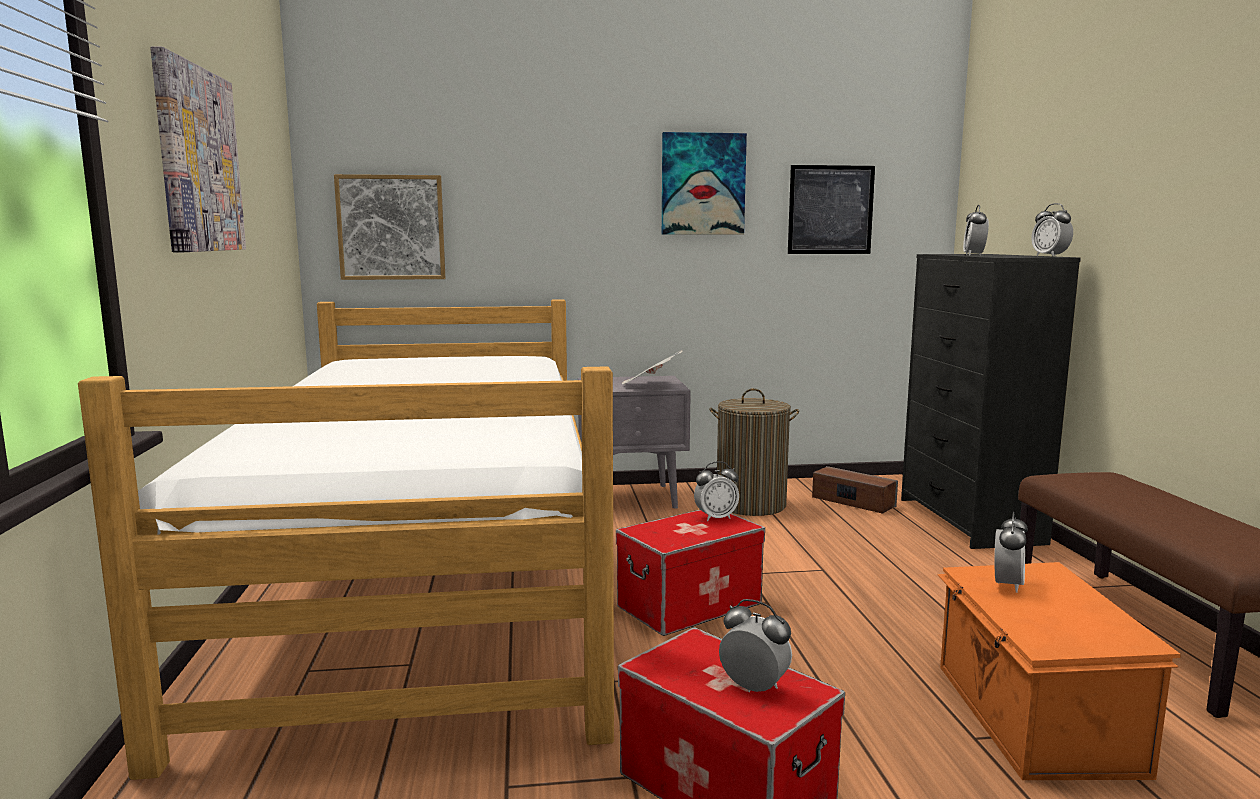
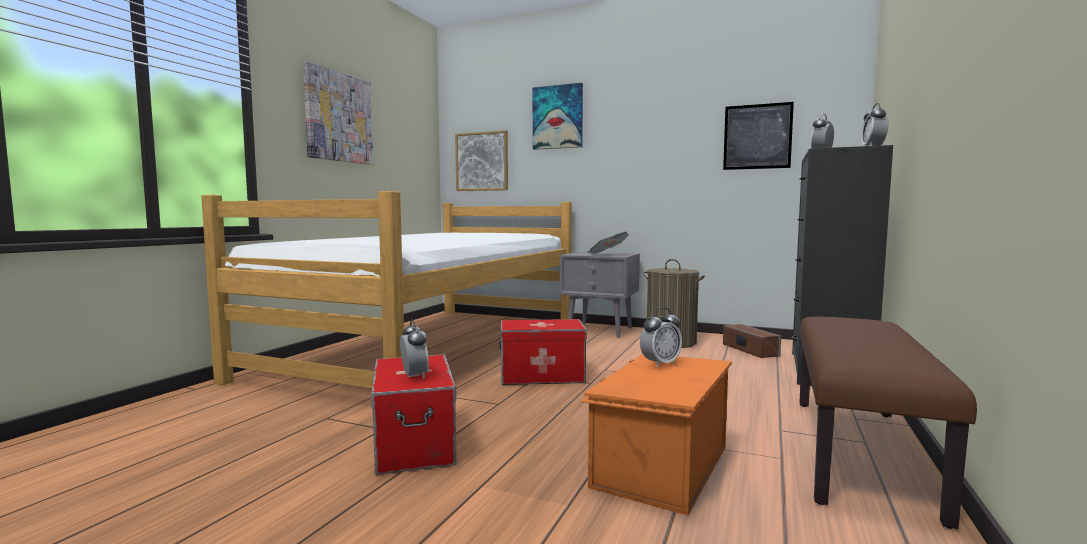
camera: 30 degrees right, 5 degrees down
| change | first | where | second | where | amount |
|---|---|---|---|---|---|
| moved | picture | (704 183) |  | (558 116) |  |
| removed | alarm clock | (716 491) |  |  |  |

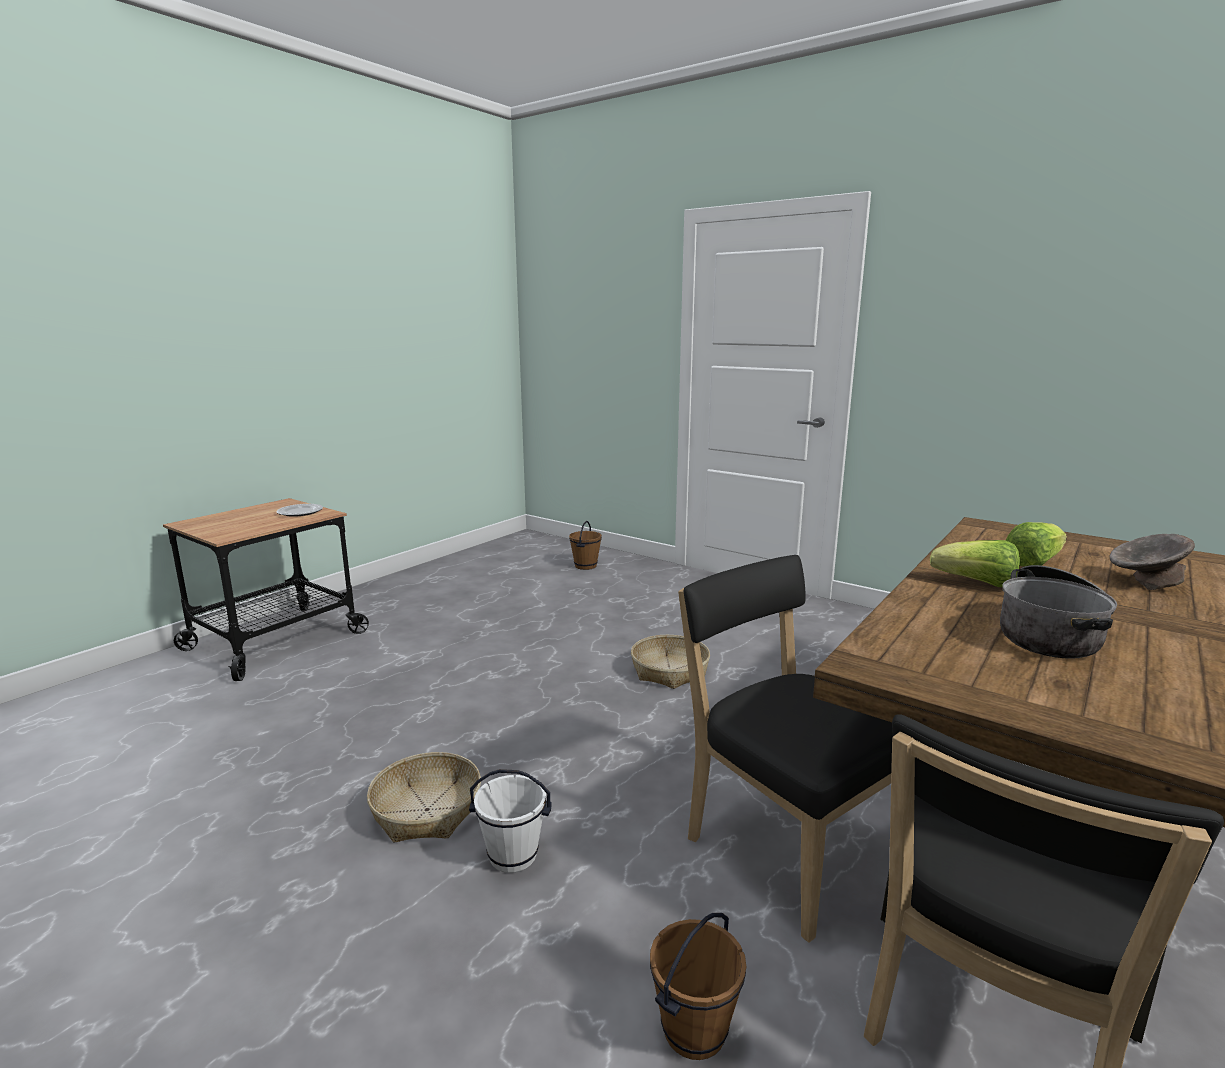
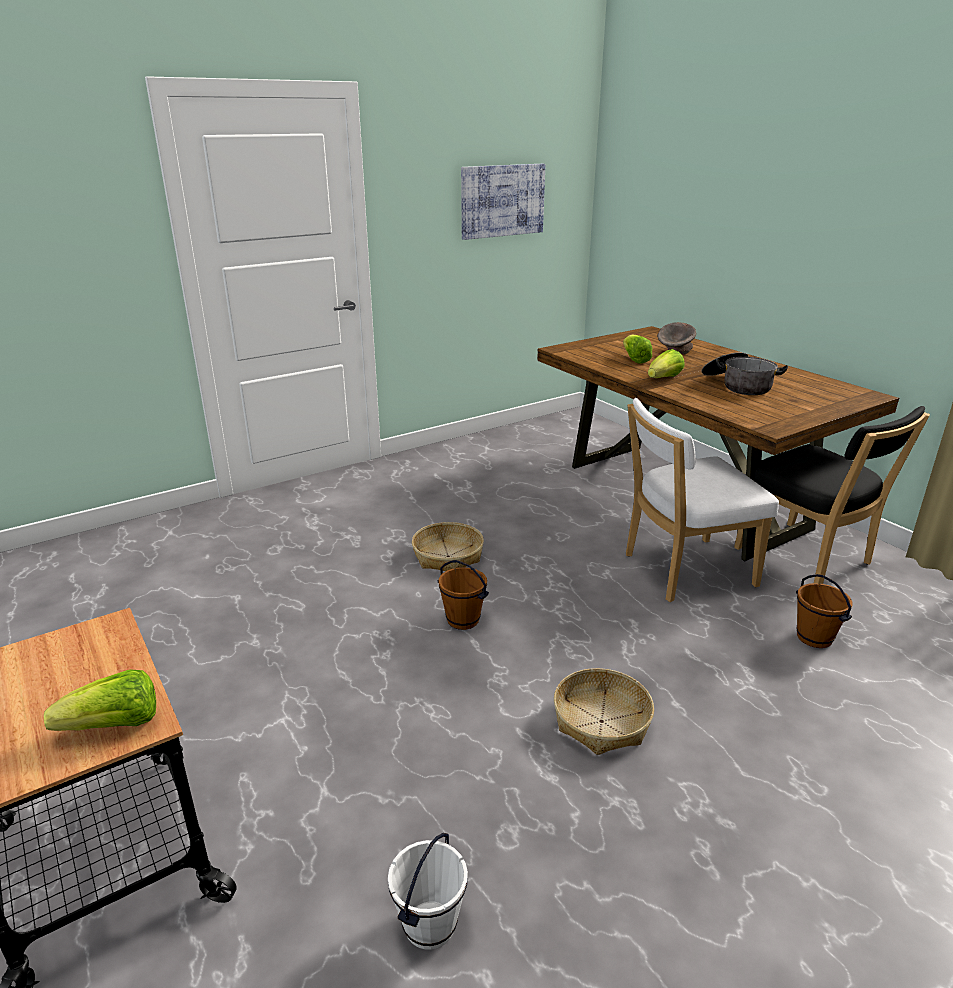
camera: 70 degrees left, 10 degrees up
| change | first | where | second | where | amount |
|---|---|---|---|---|---|
| removed | plate | (300 510) |  |  |  |
| moved | bucket in white | (510 821) |  | (428 891) |  |
| moved | bucket in brown | (585 545) |  | (463 595) |  |
| recoloured | chair in black | (785 749) | chair in white | (702 500) |  |
| added |  |  | lettuce | (100 700) |  |
| added |  |  | picture | (503 202) |  |

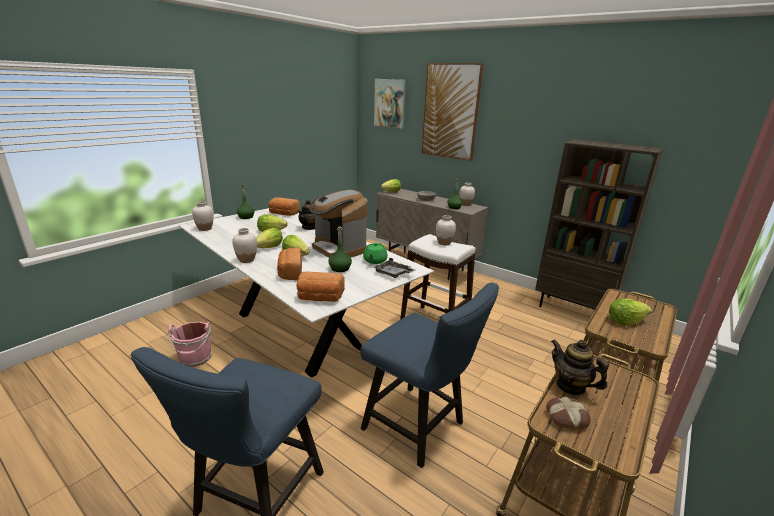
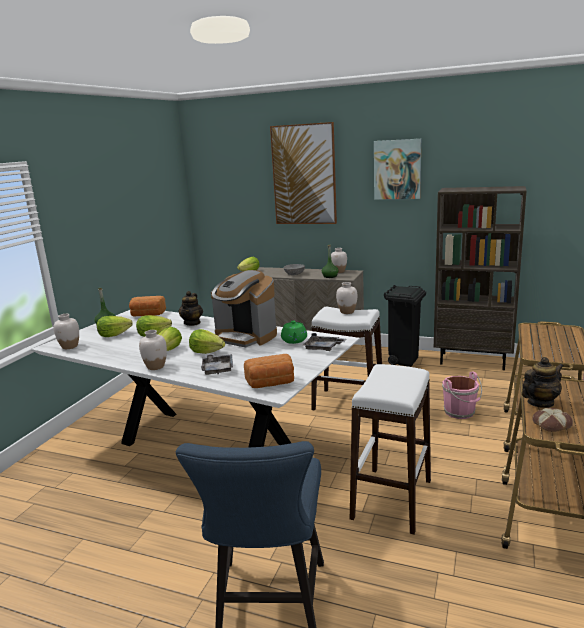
camera: 15 degrees left, 5 degrees down
| change | first | where | second | where | amount |
|---|---|---|---|---|---|
| moved | bucket in pink | (190 344) |  | (462 395) |  |
| replaced | bread | (289 263) | tray in grey | (217 364) |  |
| removed | bottle in green | (340 249) |  |  |  |
| replaced | chair in blue | (429 375) | stool in white | (390 449) |  |
| moved | picture | (390 104) |  | (397 169) |  |
| turned | teapot | (580 367) |  | (543 382) | 120 degrees clockwise |
| moved | lettuce | (630 311) |  | (115 326) |  |
| added |  |  | trash can in black | (405 326) |  |

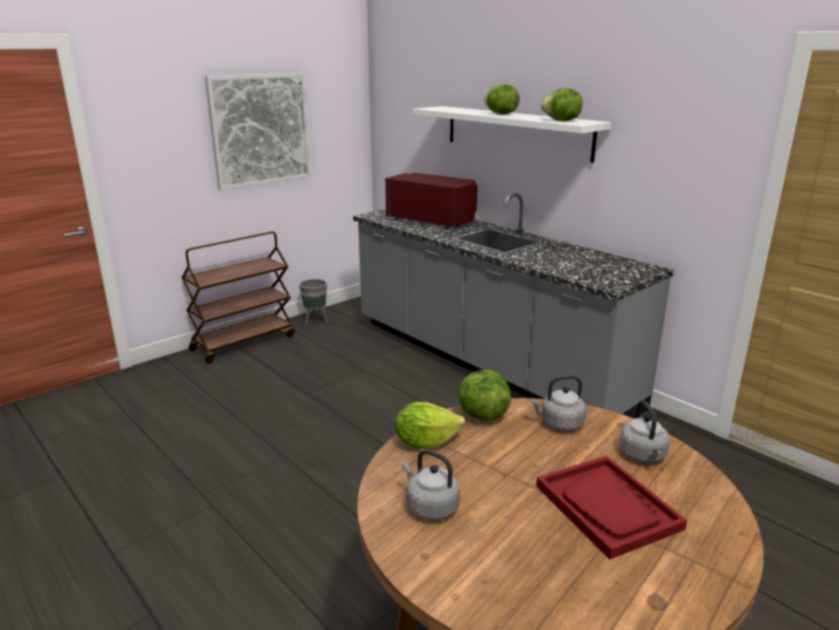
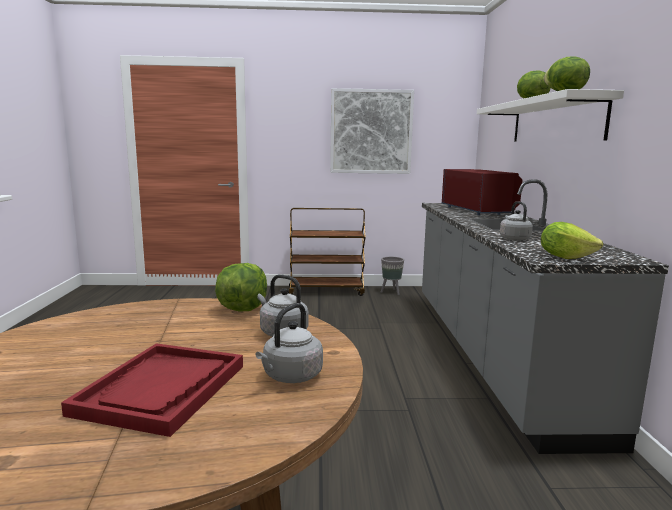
camera: 40 degrees right, 10 degrees down
| change | first | where | second | where | amount |
|---|---|---|---|---|---|
| moved | lettuce | (430 425) |  | (572 240) |  |
| moved | kettle in grey | (431 485) |  | (516 221) |  |

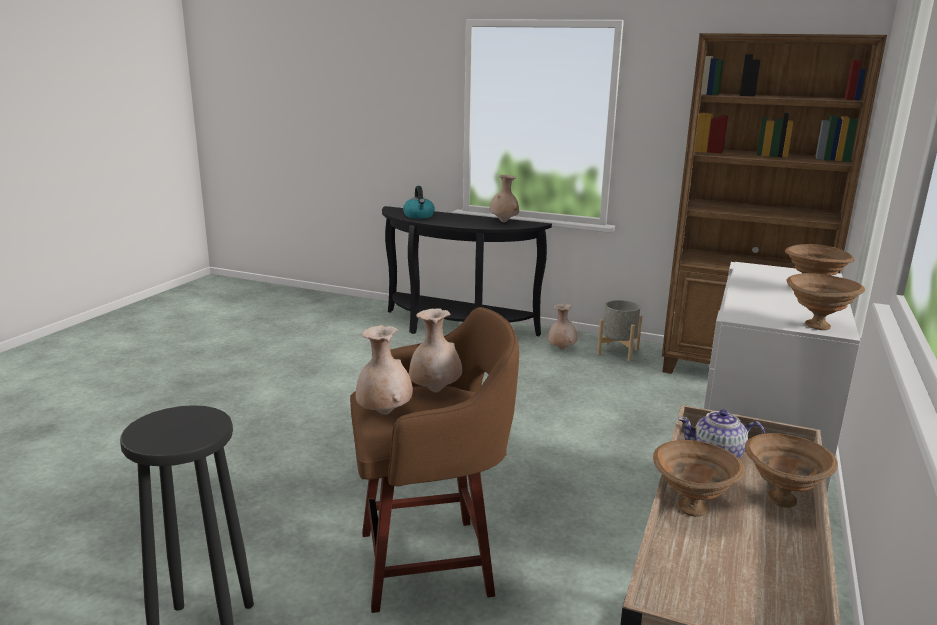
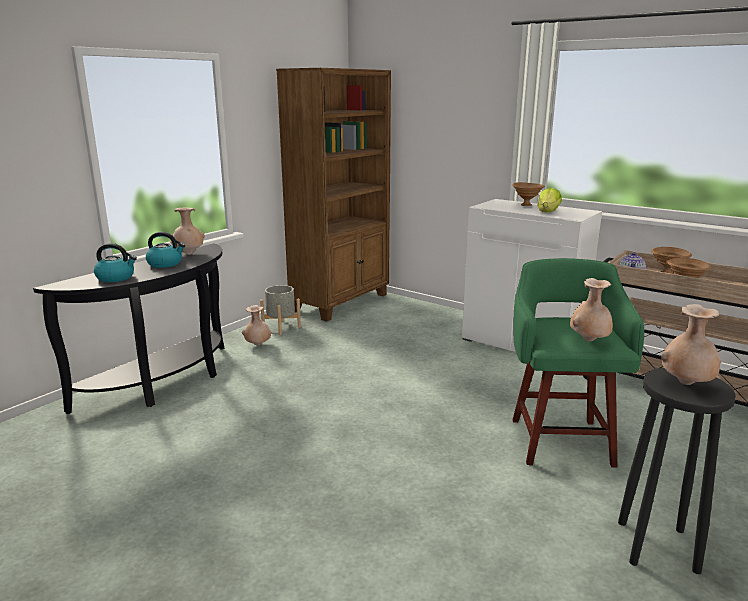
camera: 75 degrees left, 0 degrees up
| change | first | where | second | where | amount |
|---|---|---|---|---|---|
| recoloured | stool in brown | (434 460) | stool in green | (578 363) |  |
| moved | vase in beige | (435 350) |  | (691 344) |  |
| removed | bowl in brown | (825 301) |  |  |  |
| added |  |  | kettle | (165 250) |  |
| added |  |  | lettuce | (549 200) |  |

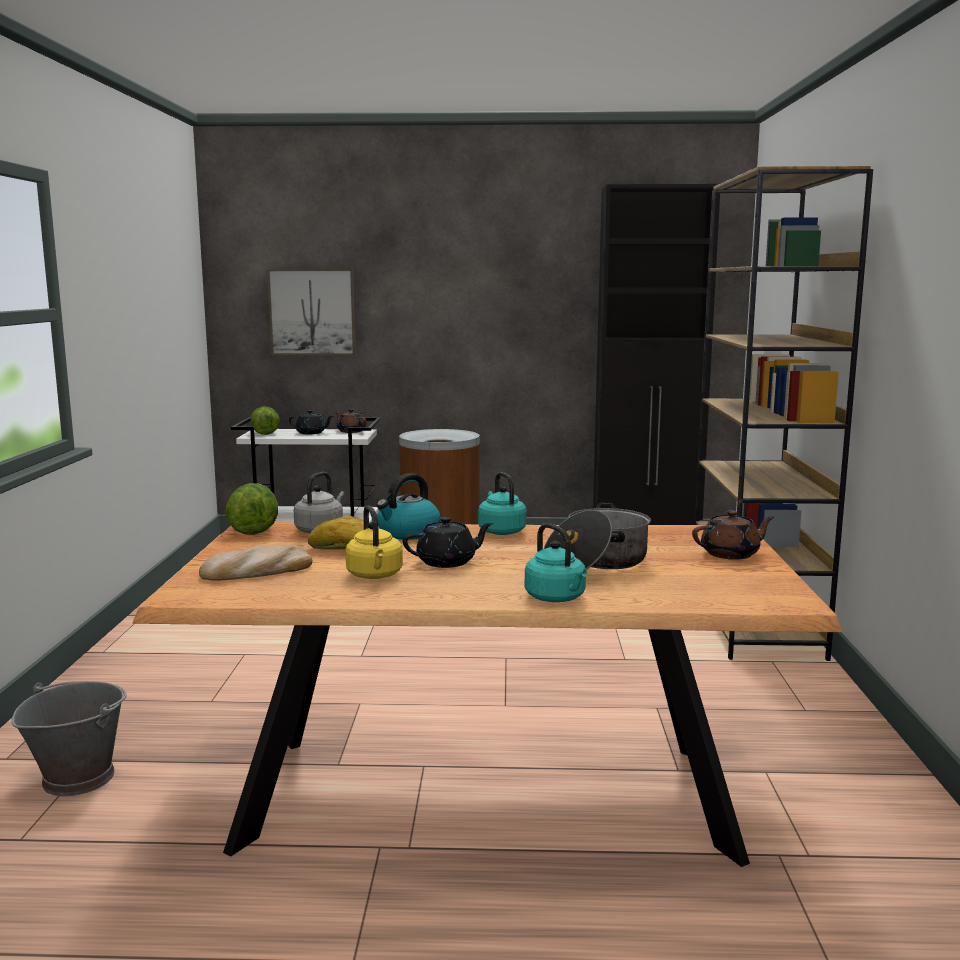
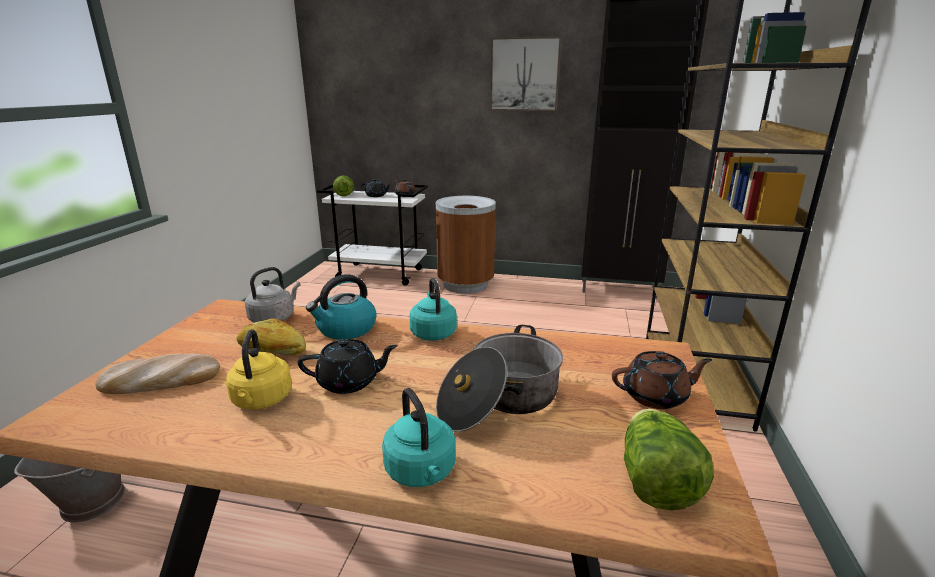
camera: 10 degrees right, 10 degrees up
| change | first | where | second | where | amount |
|---|---|---|---|---|---|
| moved | lettuce | (252 509) |  | (669 459) |  |
| moved | picture | (311 312) |  | (525 73) |  |

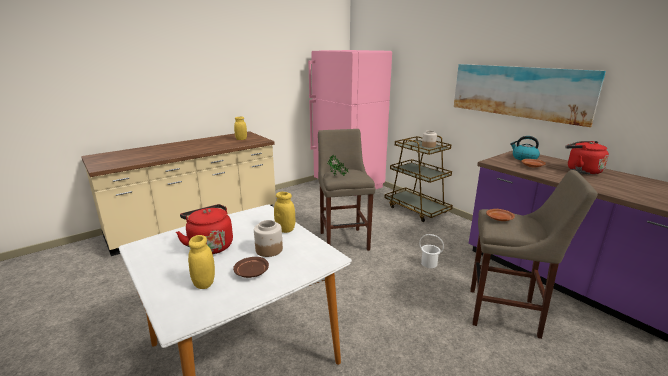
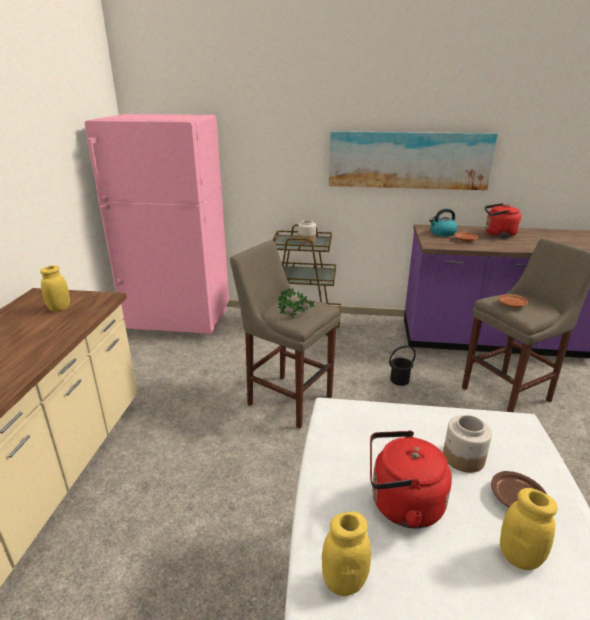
camera: 45 degrees left, 5 degrees up
| change | first | where | second | where | amount |
|---|---|---|---|---|---|
| moved | jar in yellow | (284 212) |  | (346 554) |  |
| recoloured | bucket in white | (431 251) | bucket in black | (402 366) |  |

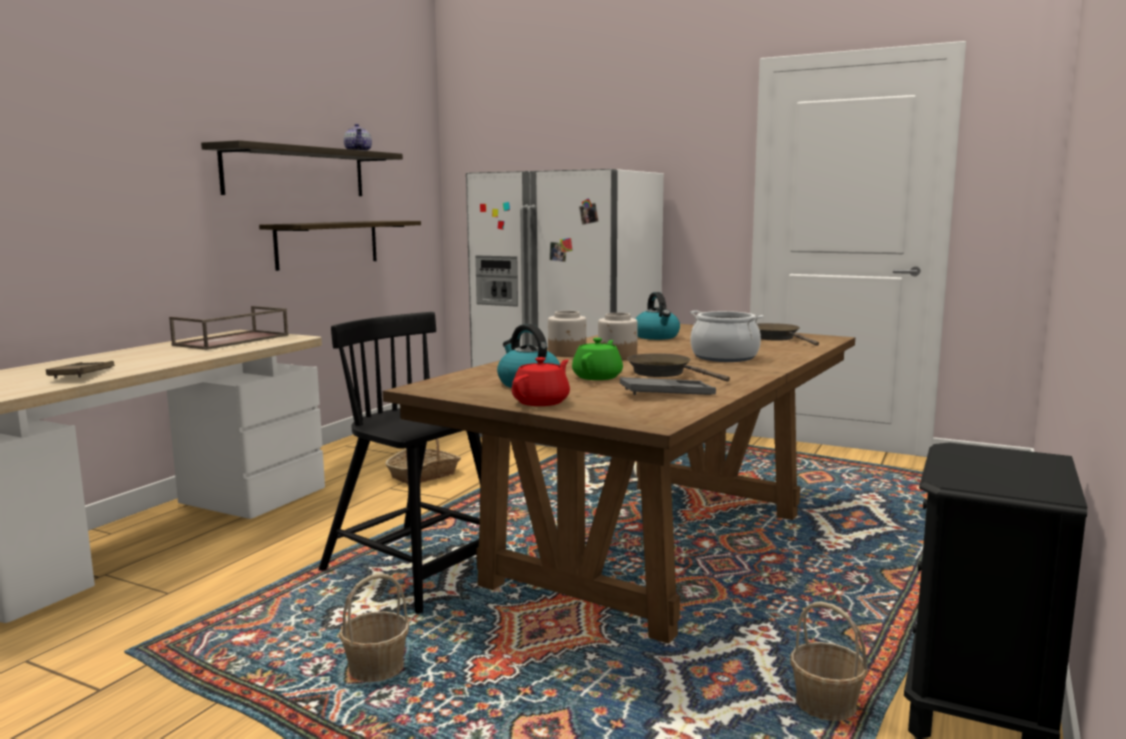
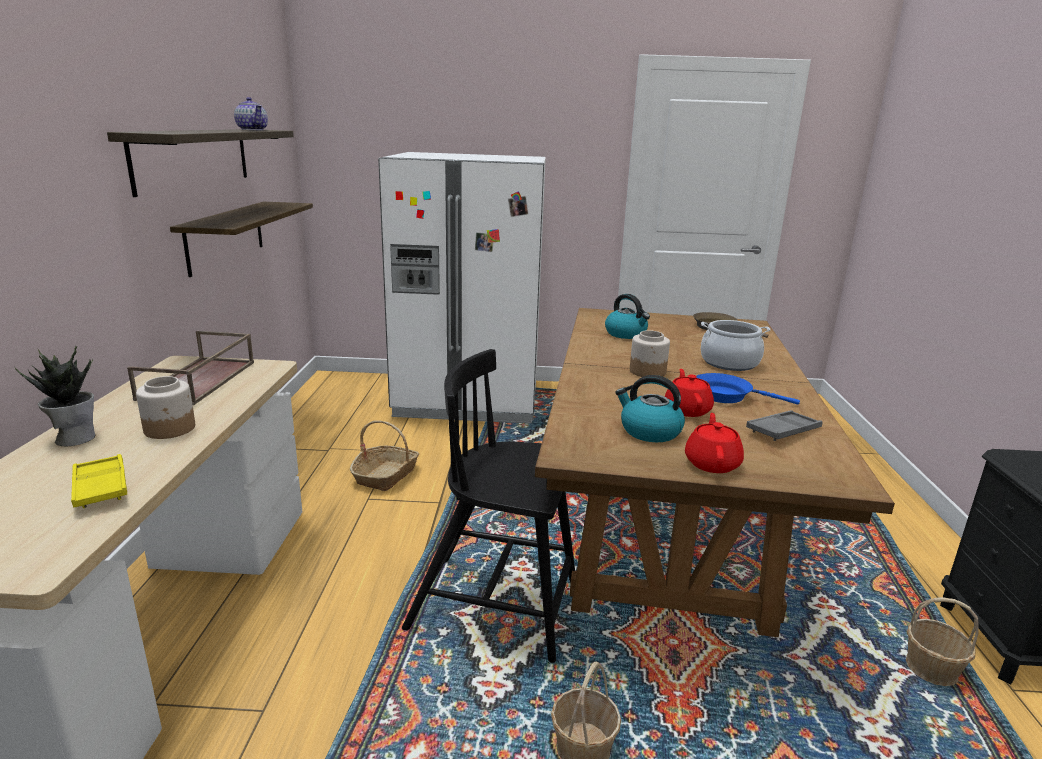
camera: 25 degrees left, 10 degrees up
| change | first | where | second | where | amount |
|---|---|---|---|---|---|
| recoloured | tray in brown | (80 370) | tray in yellow | (99 481) |  |
| moved | jar | (567 334) |  | (165 407) |  |
| recoloured | teapot in green | (597 359) | teapot in red | (689 393) |  |
| recoloured | frying pan in brown | (678 367) | frying pan in blue | (748 389) |  |
| added |  |  | potted plant | (55 396) |  |

